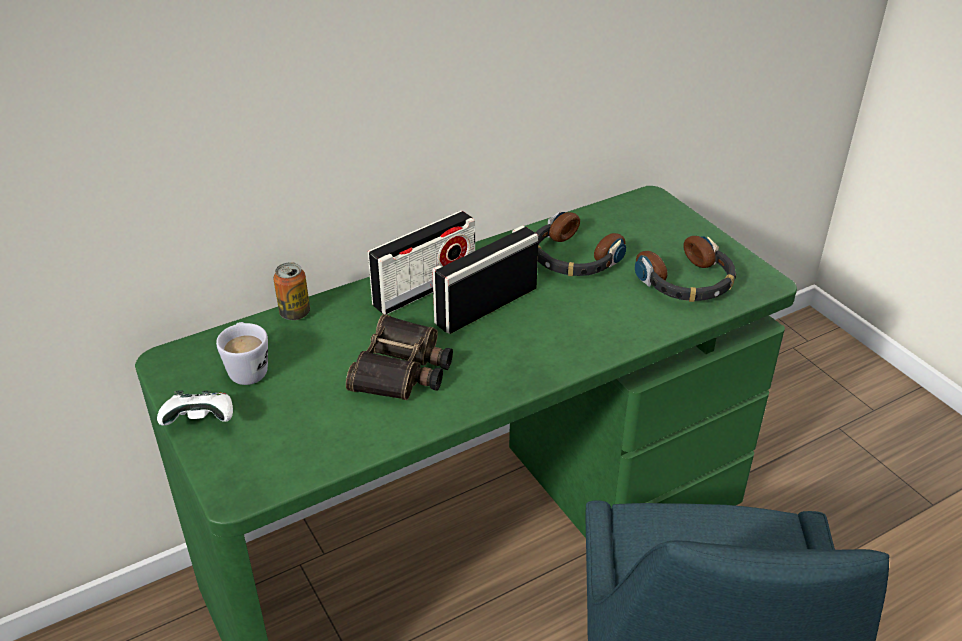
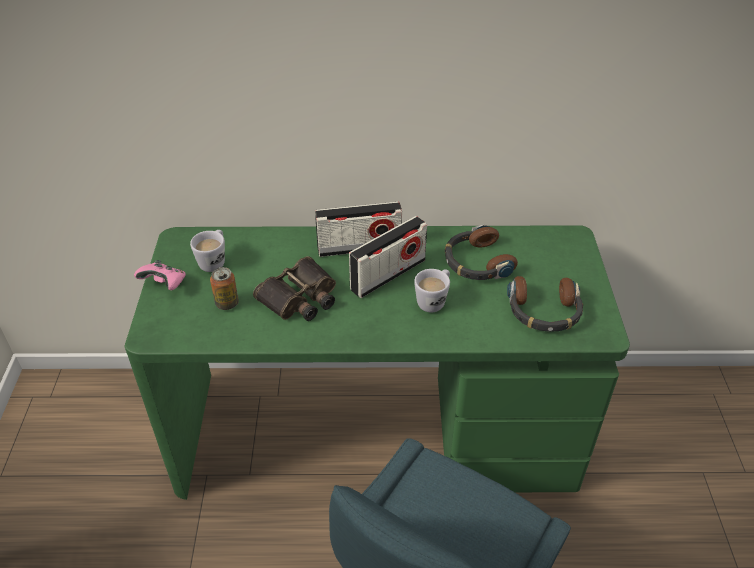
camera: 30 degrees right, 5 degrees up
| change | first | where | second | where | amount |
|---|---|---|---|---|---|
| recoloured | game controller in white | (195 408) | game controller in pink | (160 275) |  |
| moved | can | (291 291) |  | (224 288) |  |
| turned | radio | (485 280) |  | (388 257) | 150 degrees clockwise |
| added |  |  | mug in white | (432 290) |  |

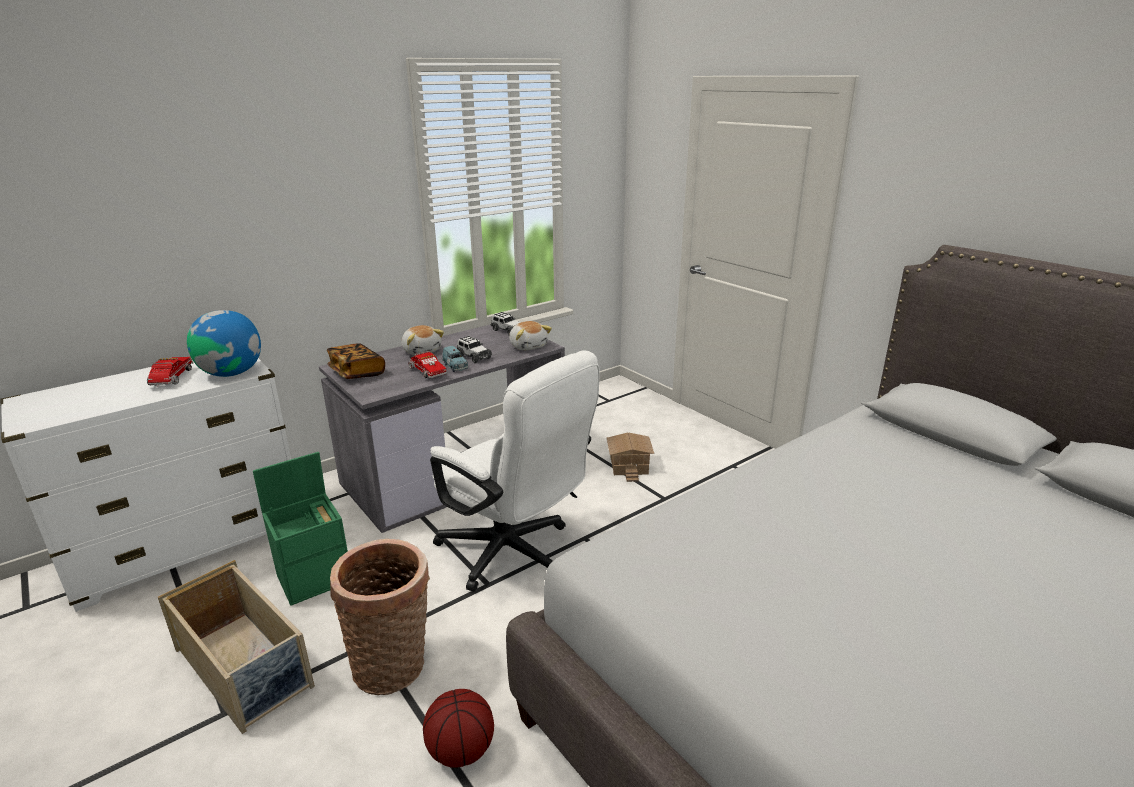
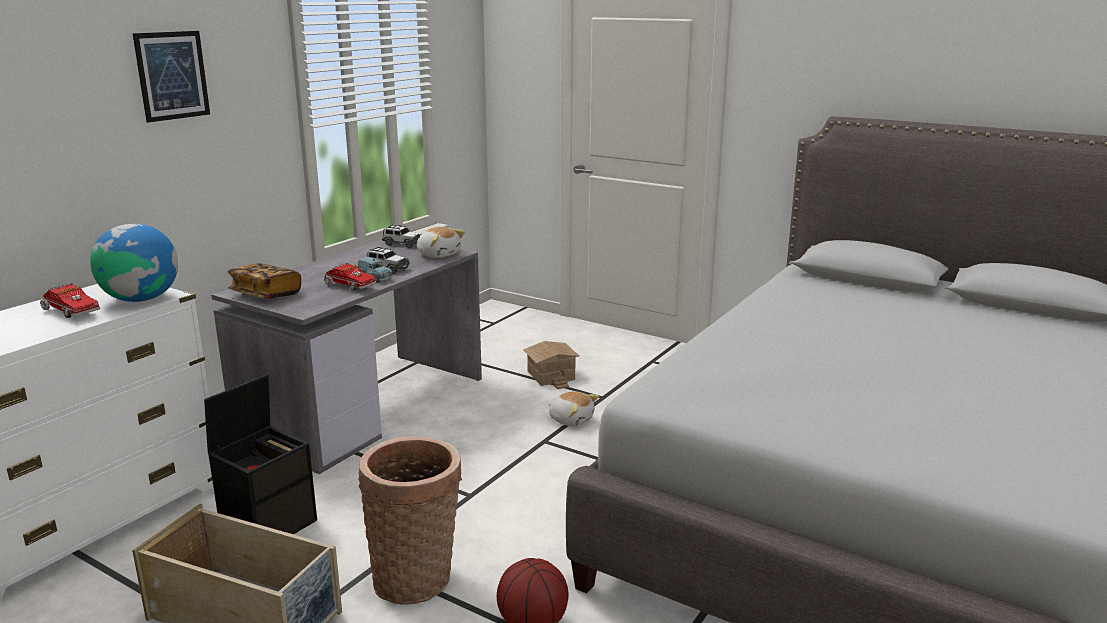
camera: 20 degrees left, 5 degrees down
| change | first | where | second | where | amount |
|---|---|---|---|---|---|
| turned | toy truck | (170 372) |  | (70 300) | 150 degrees clockwise |
| recoloured | storage box in green | (300 529) | storage box in black | (260 454) |  |
| moved | plush toy | (422 340) |  | (574 408) |  |
| removed | office chair in white | (515 471) |  |  |  |
| added |  |  | picture | (171 77) |  |

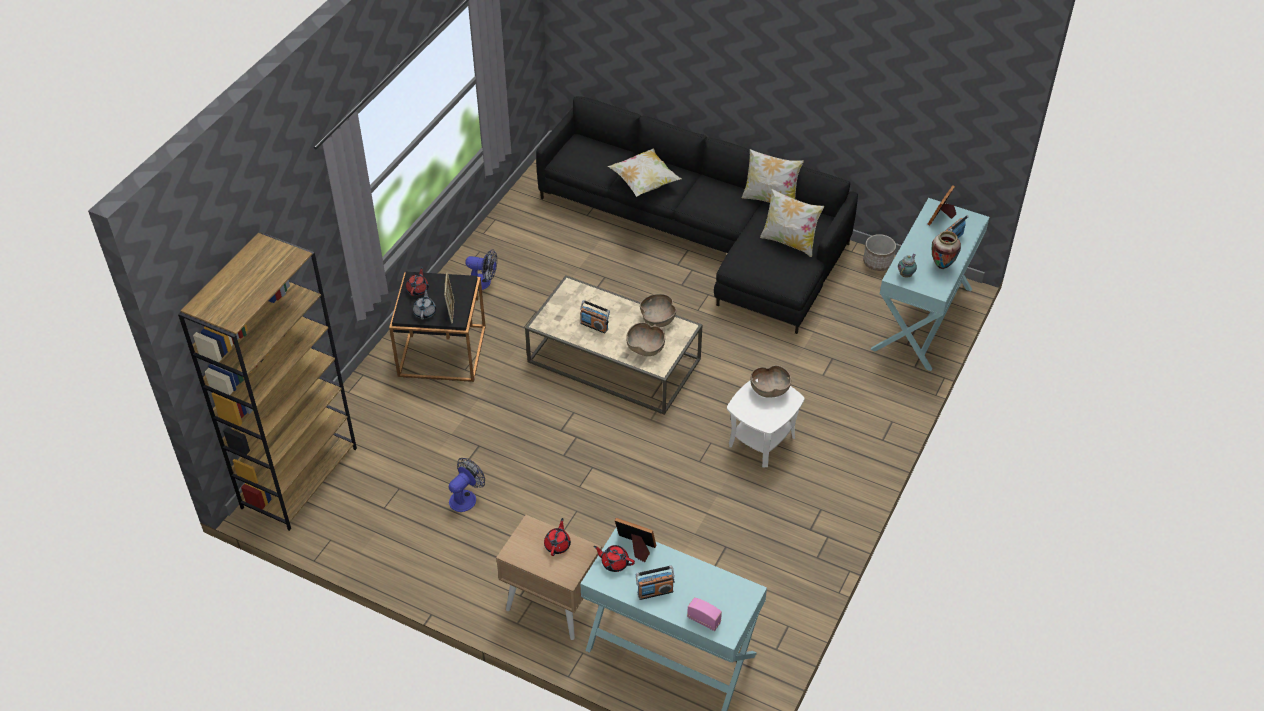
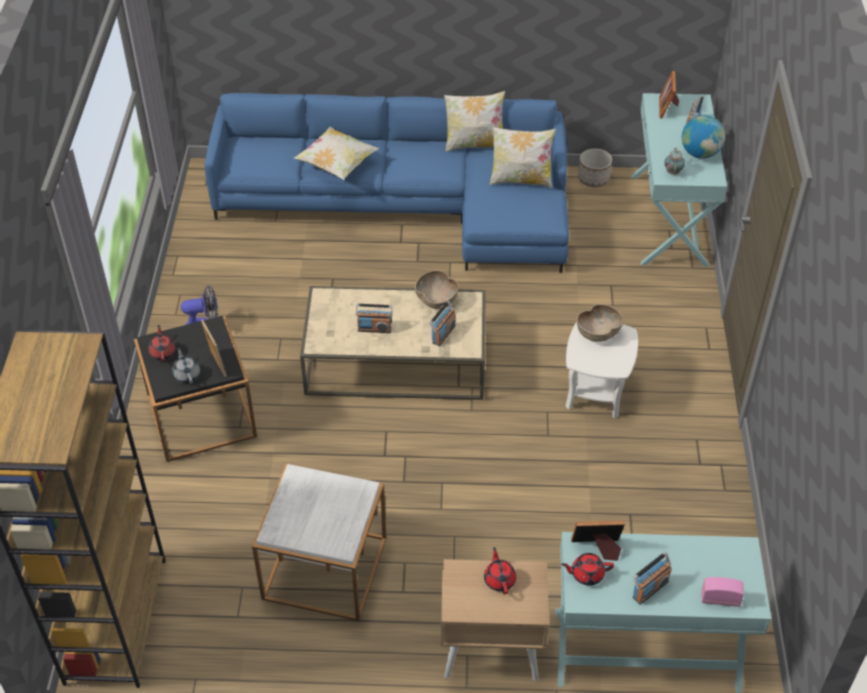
camera: 25 degrees left, 0 degrees up
| change | first | where | second | where | amount |
|---|---|---|---|---|---|
| replaced | fan | (467 485) | side table in white | (319 542) |  |
| recoloured | sofa in black | (697 215) | sofa in blue | (387 183) |  |
| replaced | bowl in brown | (645 339) | radio | (443 323) |  |
| replaced | vase | (946 250) | globe | (703 137) |  |

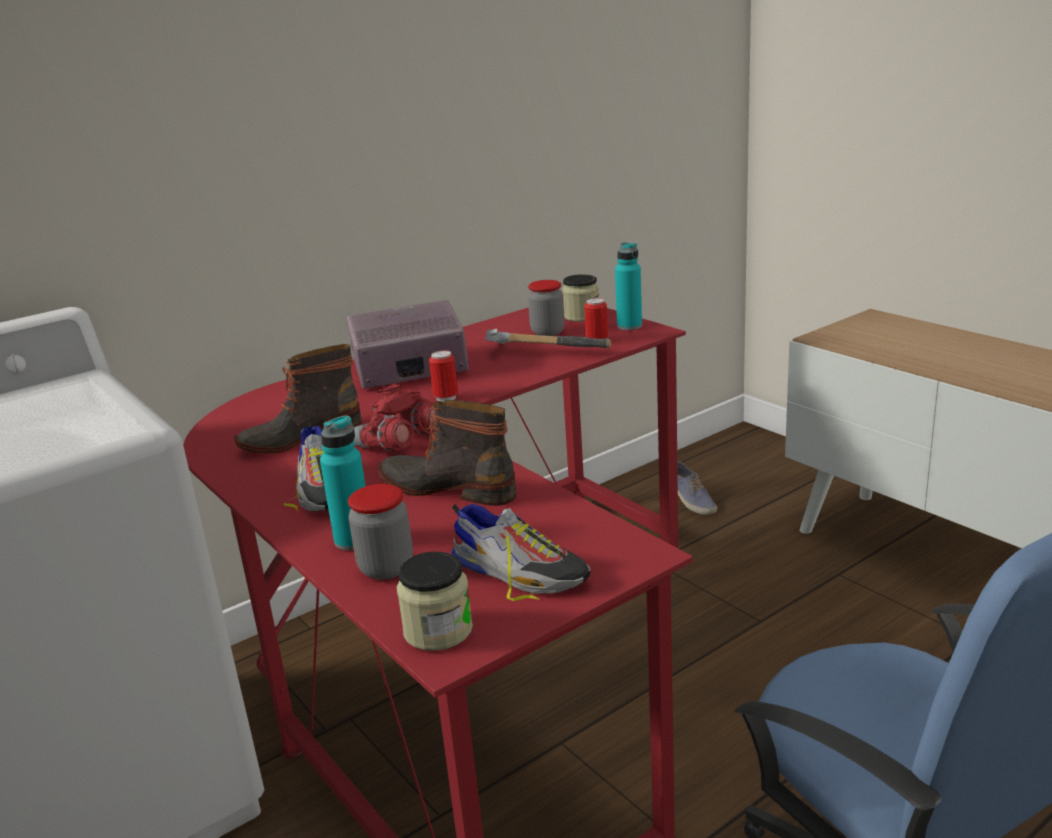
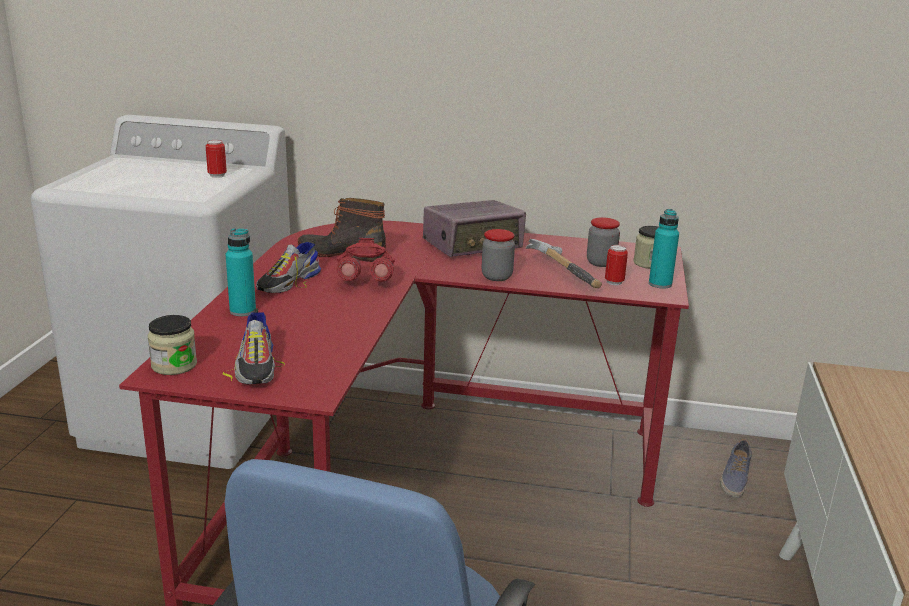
camera: 45 degrees right, 0 degrees up
| change | first | where | second | where | amount |
|---|---|---|---|---|---|
| turned | radio | (408 344) |  | (474 228) | 120 degrees clockwise |
| moved | jar | (380 532) |  | (498 255) |  |
| removed | boot | (447 453) |  |  |  |
| moved | can | (443 376) |  | (216 159) |  |

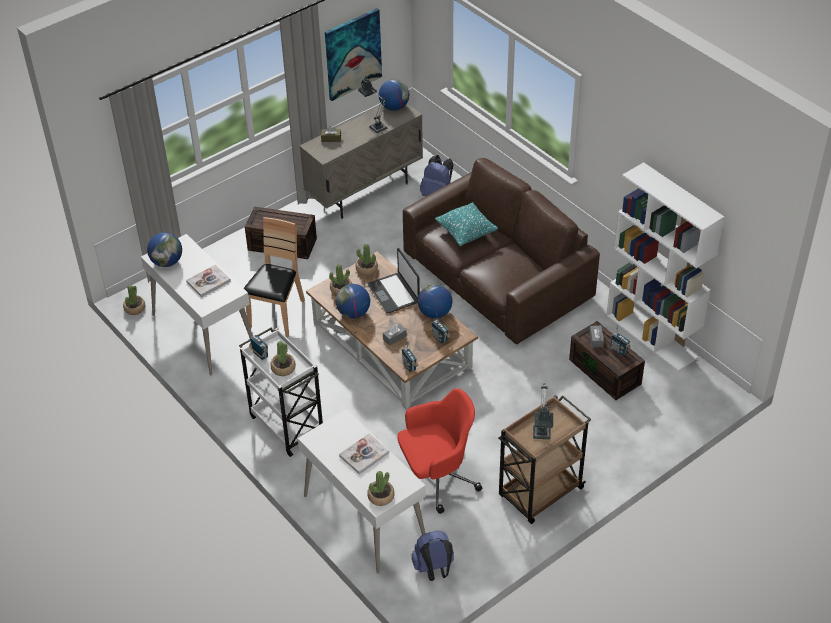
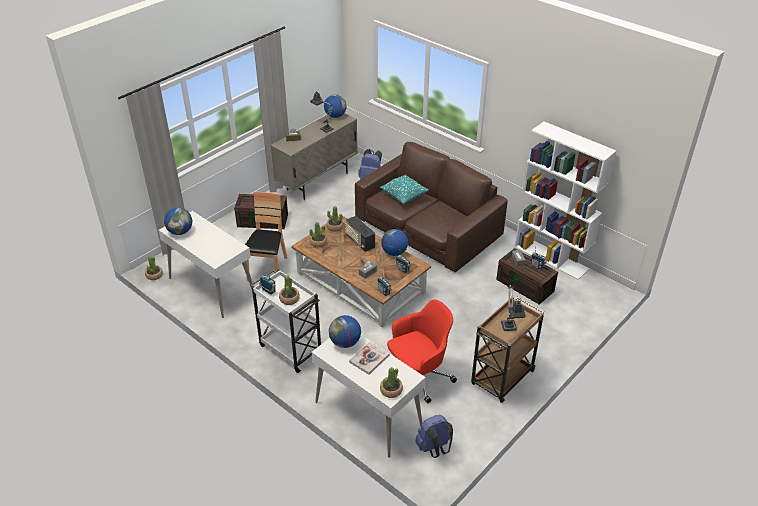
camera: 10 degrees left, 5 degrees down
| change | first | where | second | where | amount |
|---|---|---|---|---|---|
| removed | book | (208 280) |  |  |  |
| removed | picture | (353 54) |  |  |  |
| moved | globe | (353 301) |  | (345 331) |  |
| replaced | laptop | (394 280) | radio | (360 234) |  |

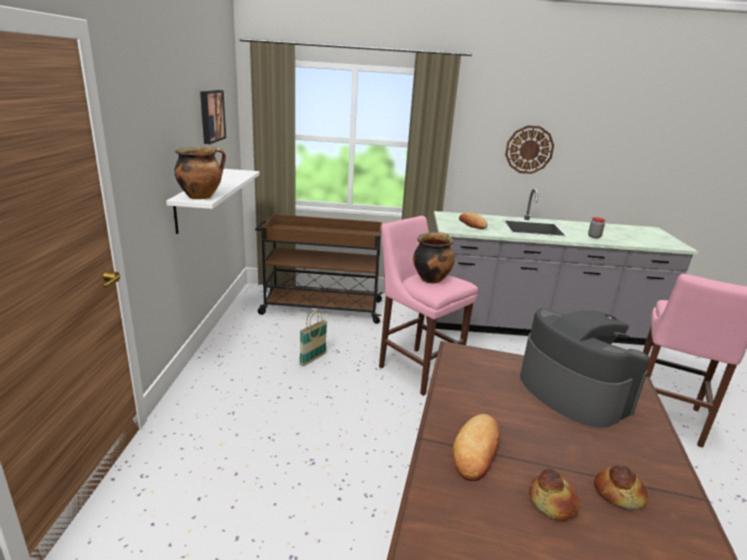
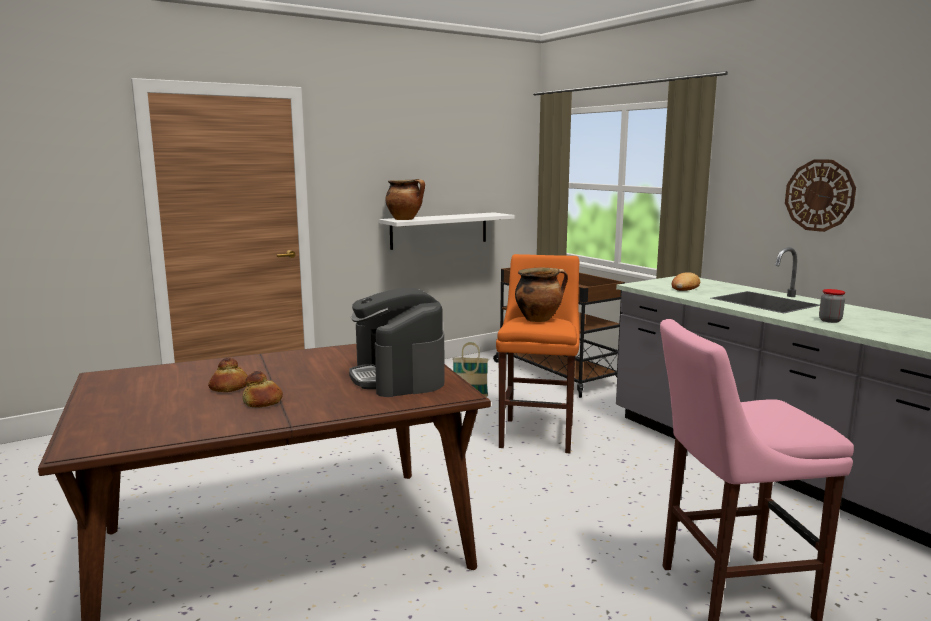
camera: 55 degrees right, 10 degrees down
| change | first | where | second | where | amount |
|---|---|---|---|---|---|
| removed | picture | (213 117) |  |  |  |
| recoloured | stool in pink | (428 306) | stool in orange | (538 353) |  |
| removed | bread | (476 447) |  |  |  |
| turned | coffee machine | (584 368) |  | (397 342) | 135 degrees clockwise |

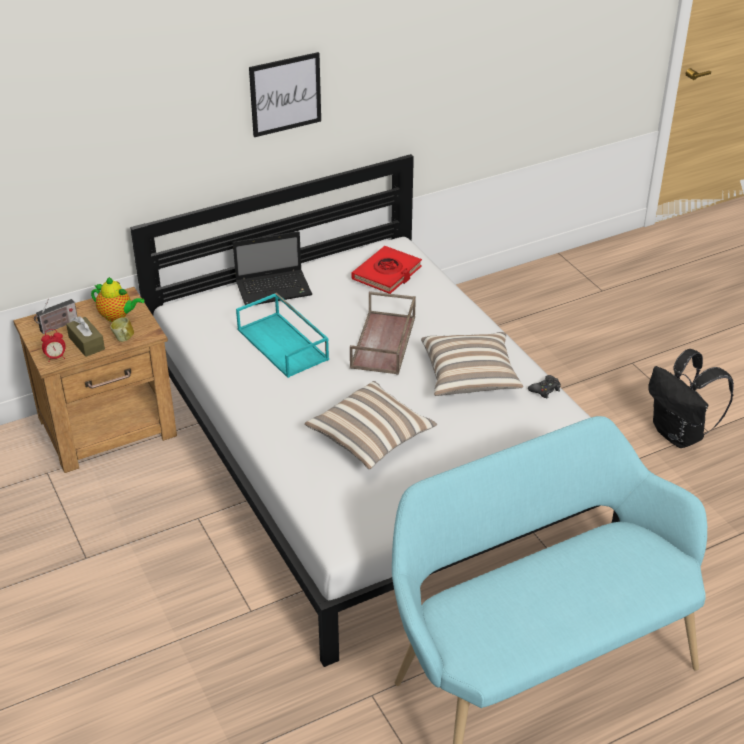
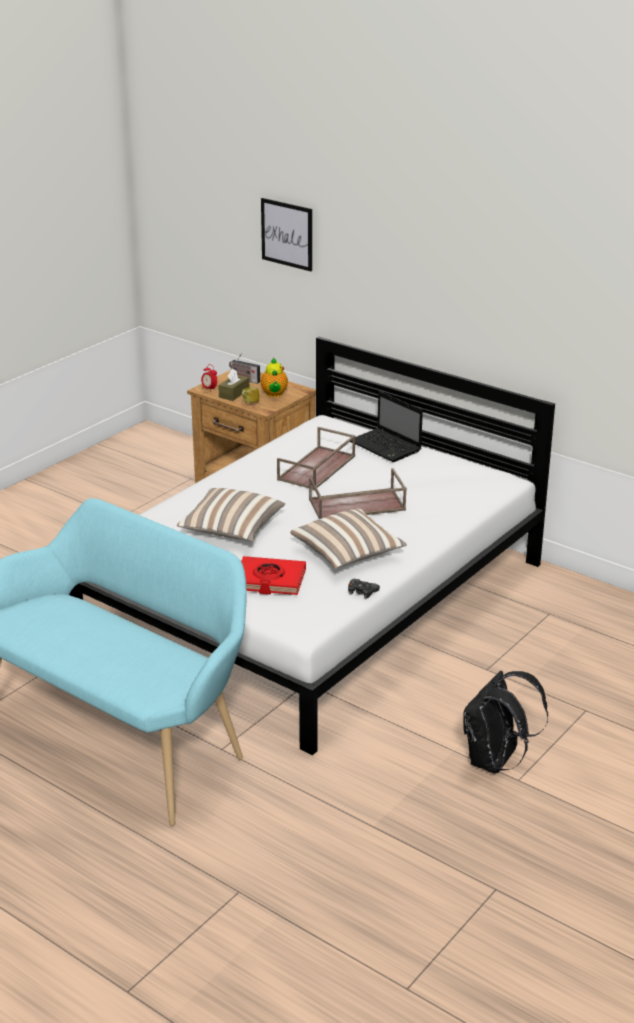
camera: 65 degrees right, 10 degrees down
| change | first | where | second | where | amount |
|---|---|---|---|---|---|
| recoloured | tray in turquoise | (282 335) | tray in brown | (316 458) |  |
| moved | picture | (285 94) |  | (286 234) |  |
| moved | book in red | (386 270) |  | (273 575) |  |

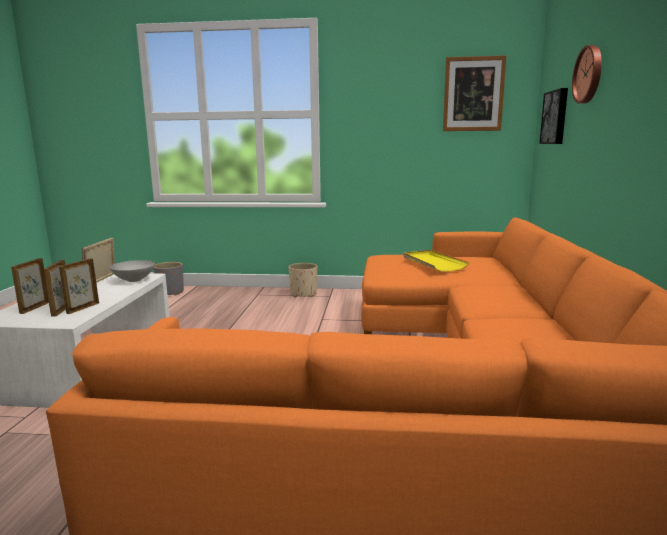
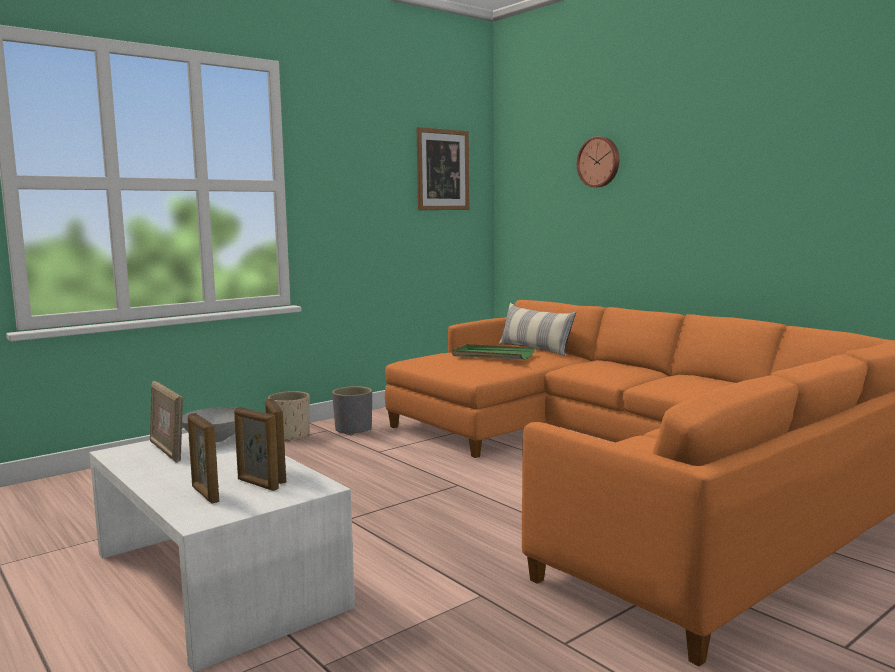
camera: 45 degrees left, 5 degrees down
| change | first | where | second | where | amount |
|---|---|---|---|---|---|
| moved | planter in grey | (168 279) |  | (352 410) |  |
| recoloured | tray in yellow | (436 261) | tray in green | (494 352) |  |
| removed | picture | (553 116) |  |  |  |
| added |  |  | pillow | (537 329) |  |

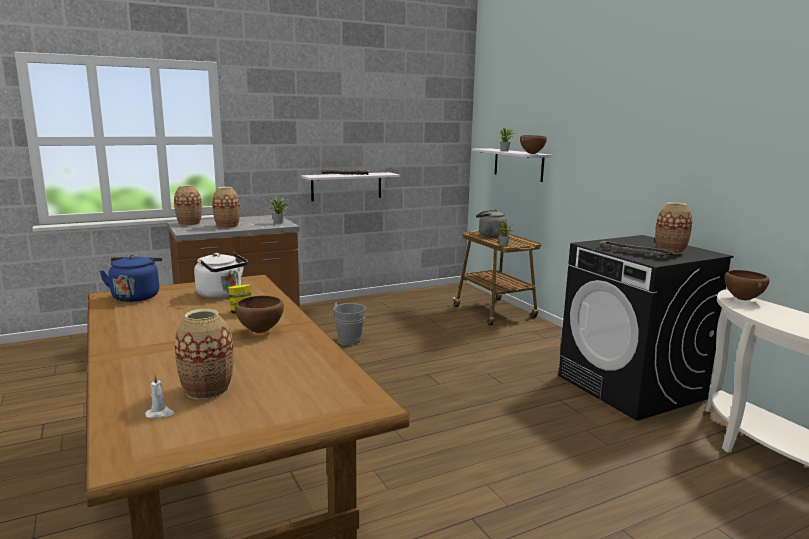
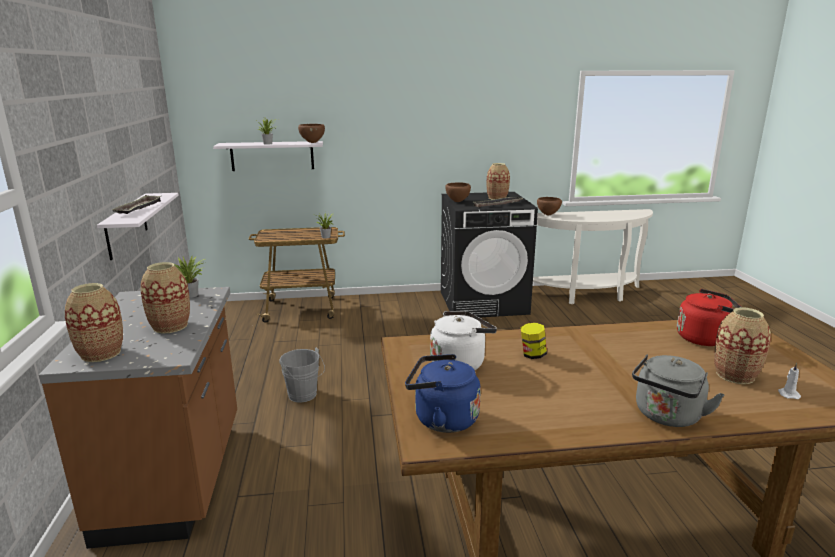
camera: 70 degrees left, 5 degrees up
| change | first | where | second | where | amount |
|---|---|---|---|---|---|
| moved | bowl in brown | (259 314) |  | (458 192) |  |
| moved | kettle in grey | (491 224) |  | (678 390) |  |
| added |  |  | kettle in red | (709 317) |  |

